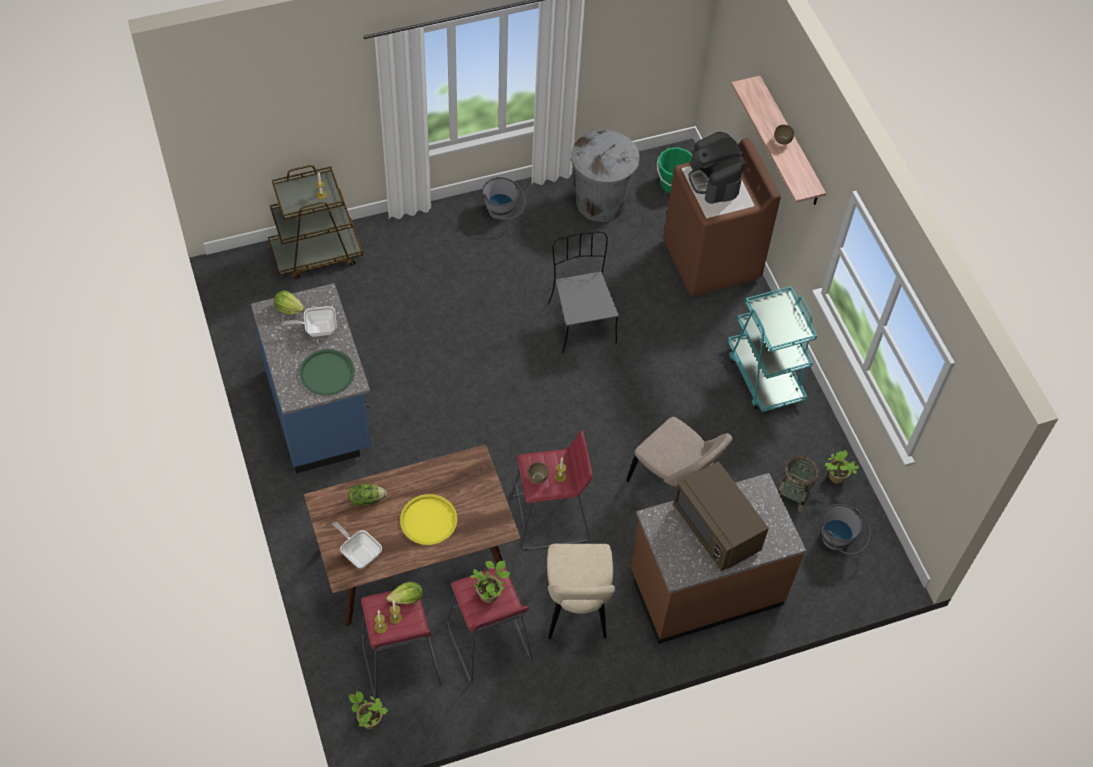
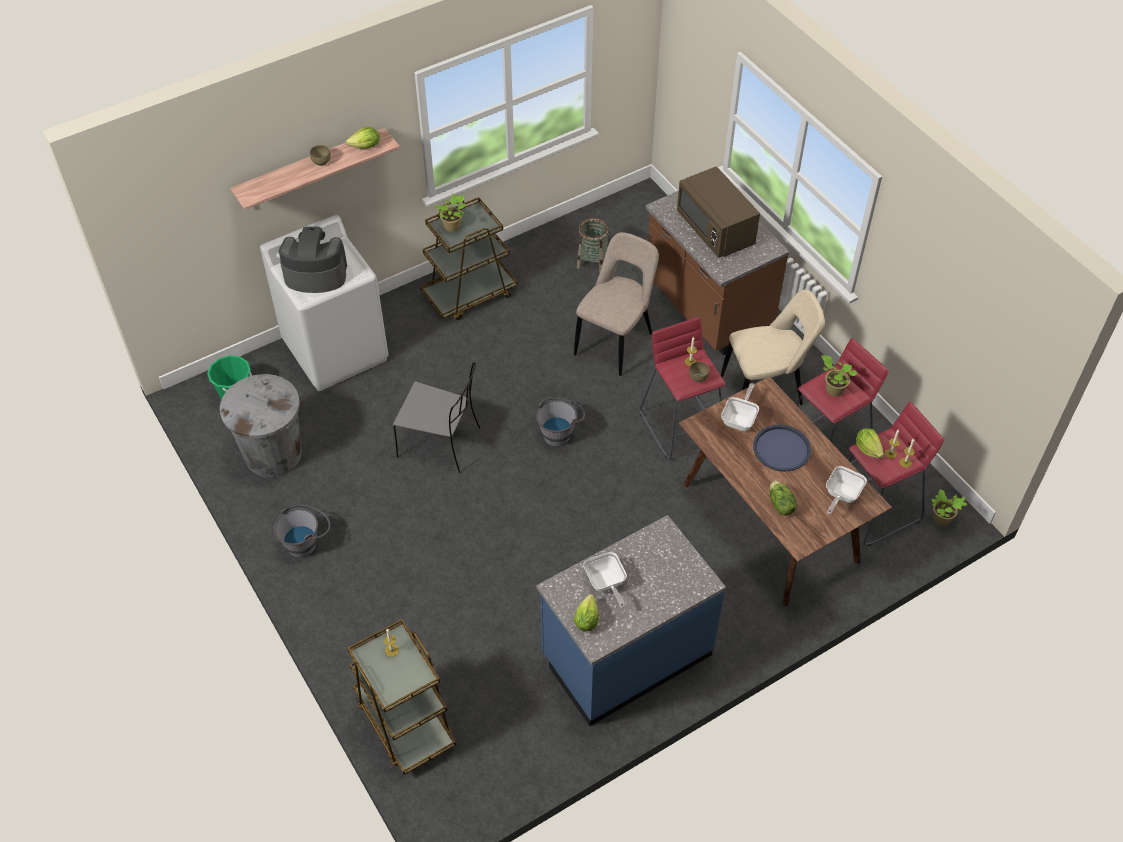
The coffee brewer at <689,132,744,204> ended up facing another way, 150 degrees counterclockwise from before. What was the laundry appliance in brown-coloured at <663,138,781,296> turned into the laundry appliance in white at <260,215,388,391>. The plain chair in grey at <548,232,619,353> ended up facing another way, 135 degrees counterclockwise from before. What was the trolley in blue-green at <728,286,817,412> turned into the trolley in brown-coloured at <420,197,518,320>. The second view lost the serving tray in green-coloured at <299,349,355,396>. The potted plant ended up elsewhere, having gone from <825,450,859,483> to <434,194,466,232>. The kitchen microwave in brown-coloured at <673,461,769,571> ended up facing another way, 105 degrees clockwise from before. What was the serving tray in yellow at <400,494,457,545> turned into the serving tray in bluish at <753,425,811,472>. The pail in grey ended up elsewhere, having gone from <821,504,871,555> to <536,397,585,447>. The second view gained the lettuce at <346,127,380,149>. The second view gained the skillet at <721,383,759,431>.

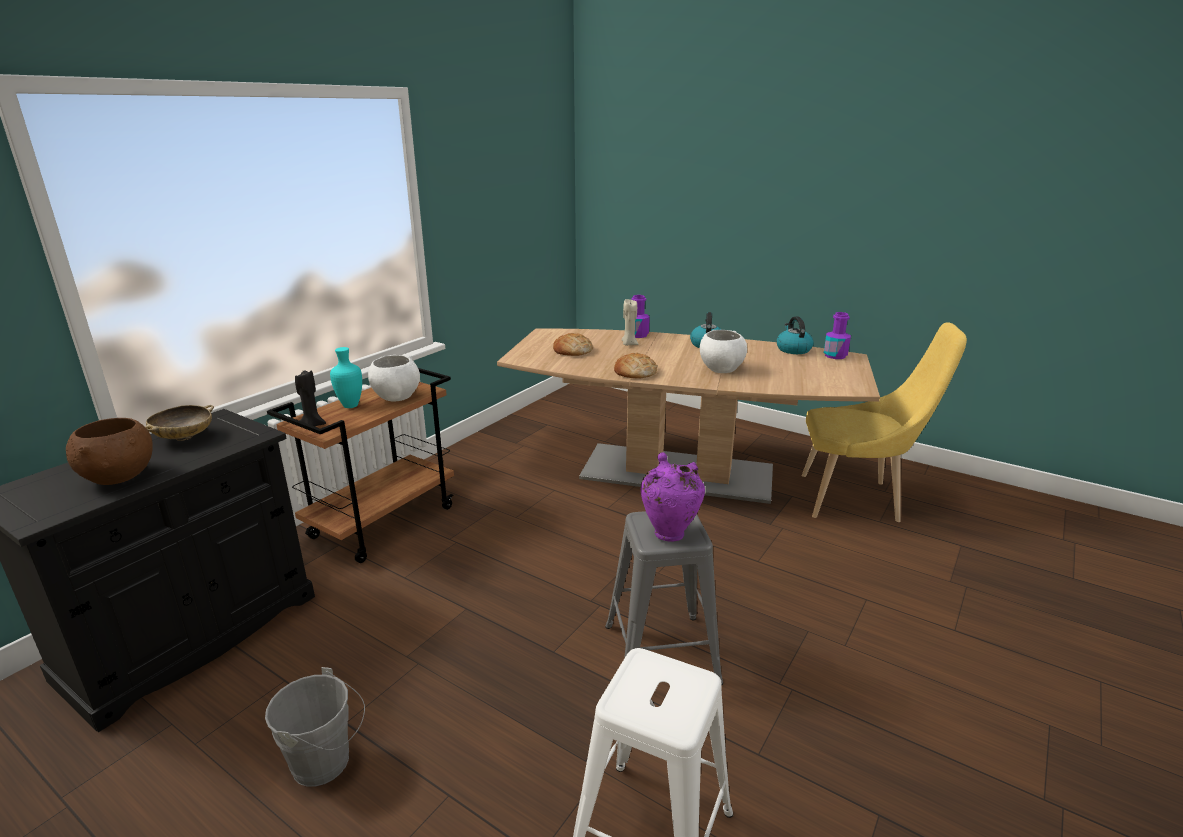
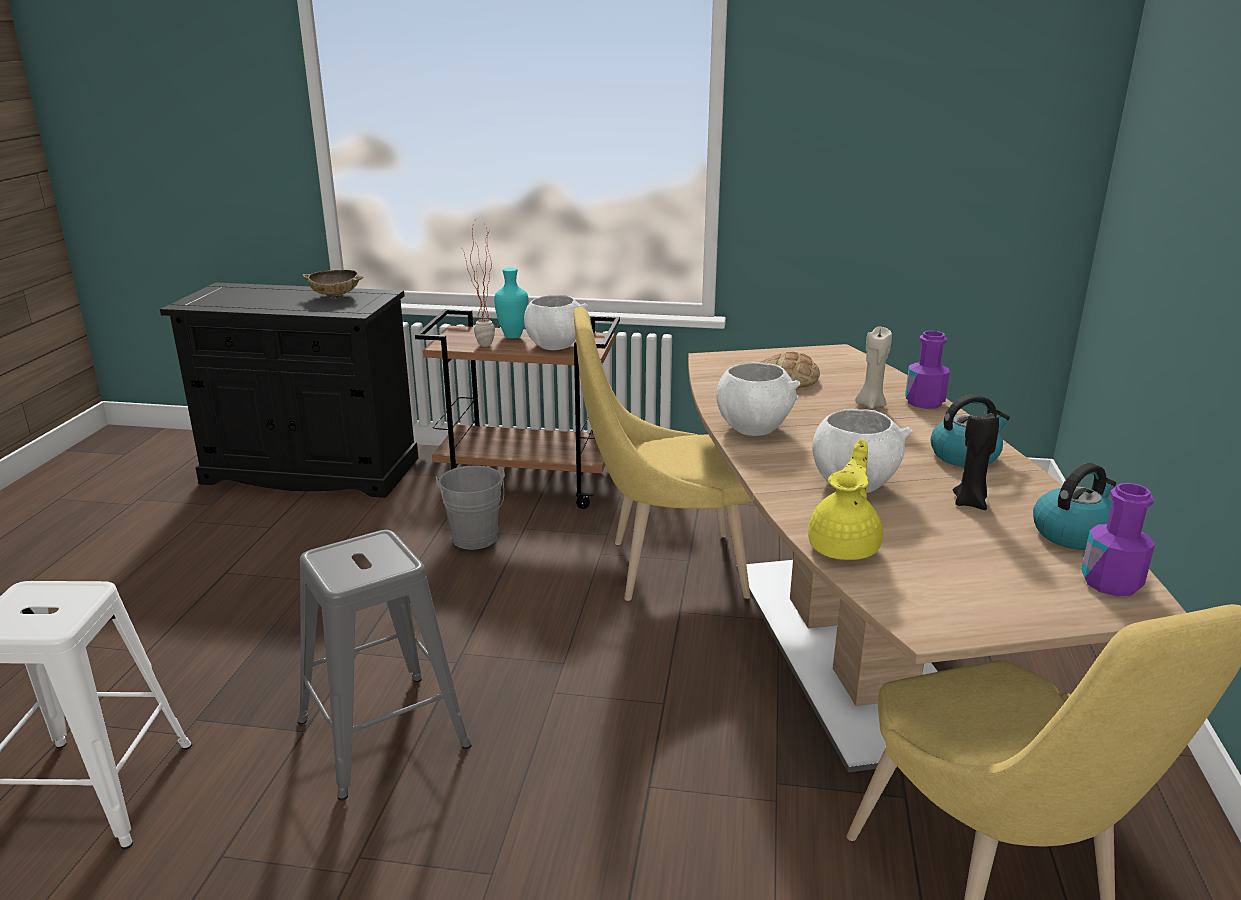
Where the bakery bread stood at <614,353,657,379>, the serving bowl in white came to stand at <716,362,800,436>. The wax candle in black ended up elsewhere, having gone from <295,370,326,426> to <953,412,999,510>. The second view lost the serving bowl in brown-coloured at <66,418,153,485>. The second view lost the decorative vase in purple-coloured at <641,452,705,542>. The pail in grey ended up elsewhere, having gone from <265,667,365,787> to <436,465,505,550>. The second view gained the potted plant at <461,221,495,347>. The second view gained the plain chair in yellow at <573,307,752,601>. The second view gained the pot for tea in yellow at <808,439,883,560>.

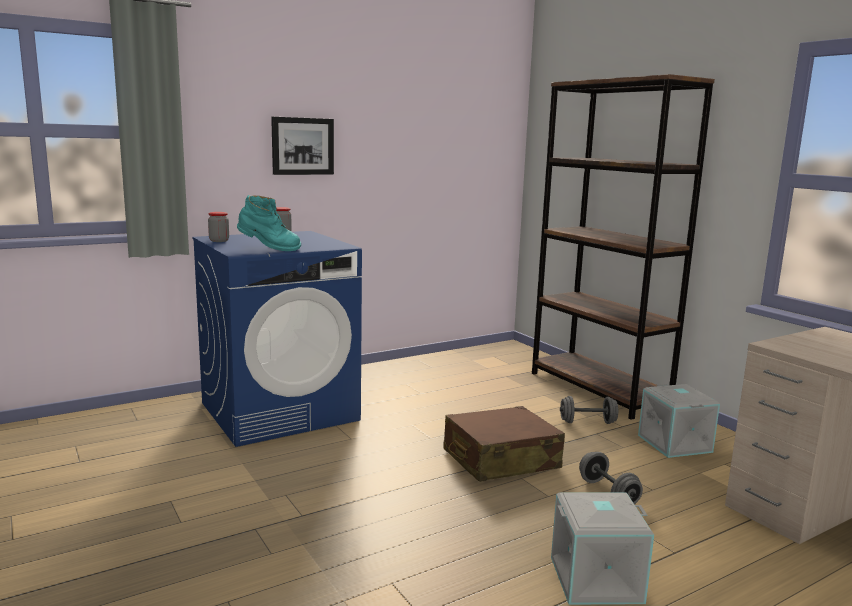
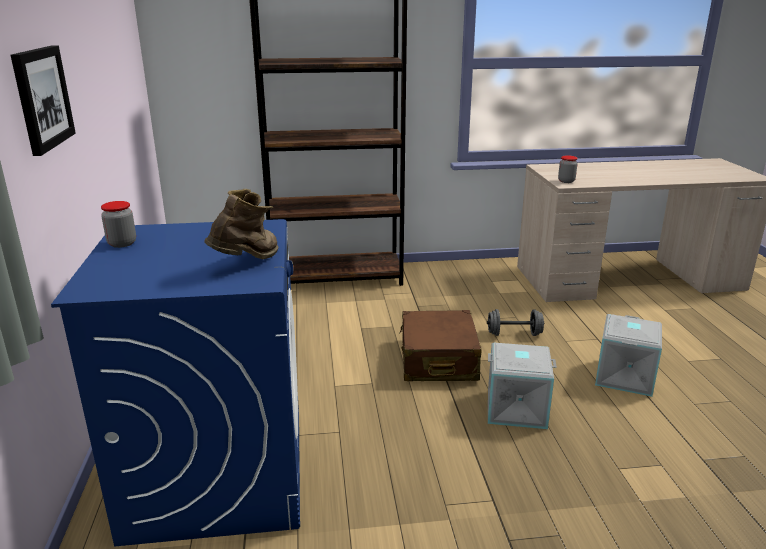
What was the tall boot in blue-green at <237,195,301,251> turned into the tall boot in brown-coloured at <204,189,278,259>. The preserve jar ended up elsewhere, having gone from <208,212,229,242> to <558,155,578,183>. The storage box in grey ended up elsewhere, having gone from <638,384,720,458> to <488,343,557,429>. The second view lost the free weight in grey at <560,396,618,424>.

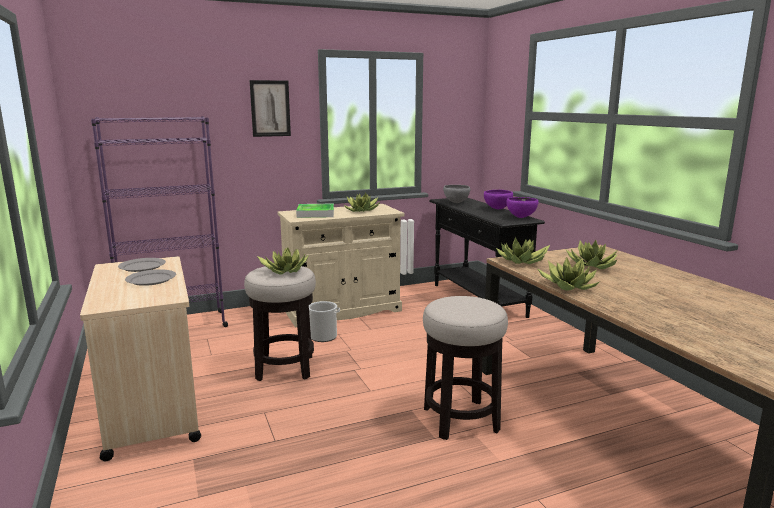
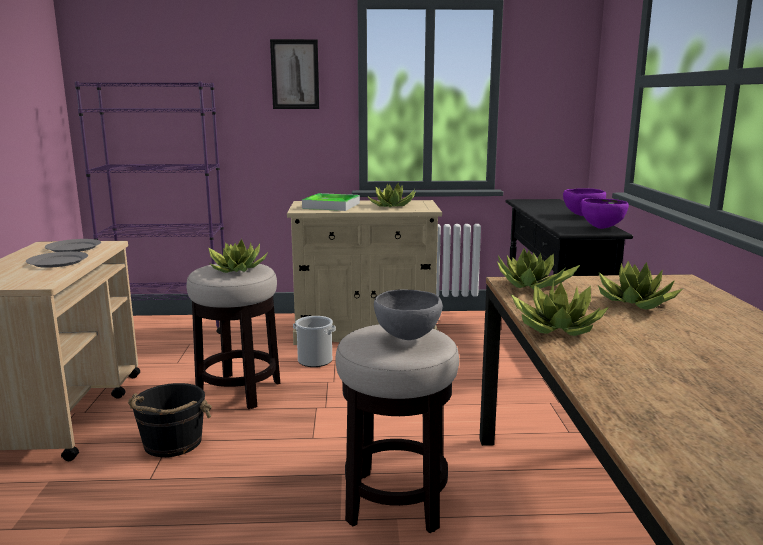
The serving bowl in grey ended up elsewhere, having gone from <443,185,470,203> to <374,289,443,340>. The second view gained the pail in black at <128,383,212,457>.

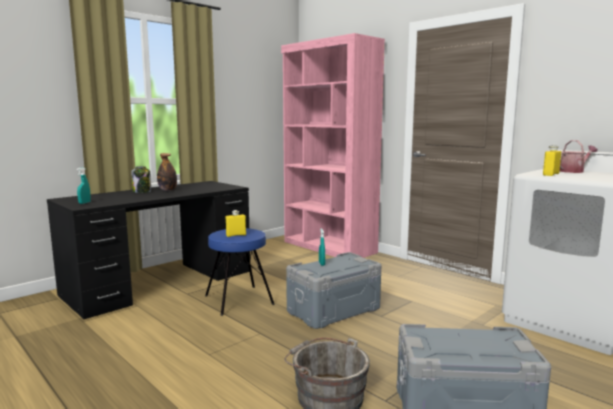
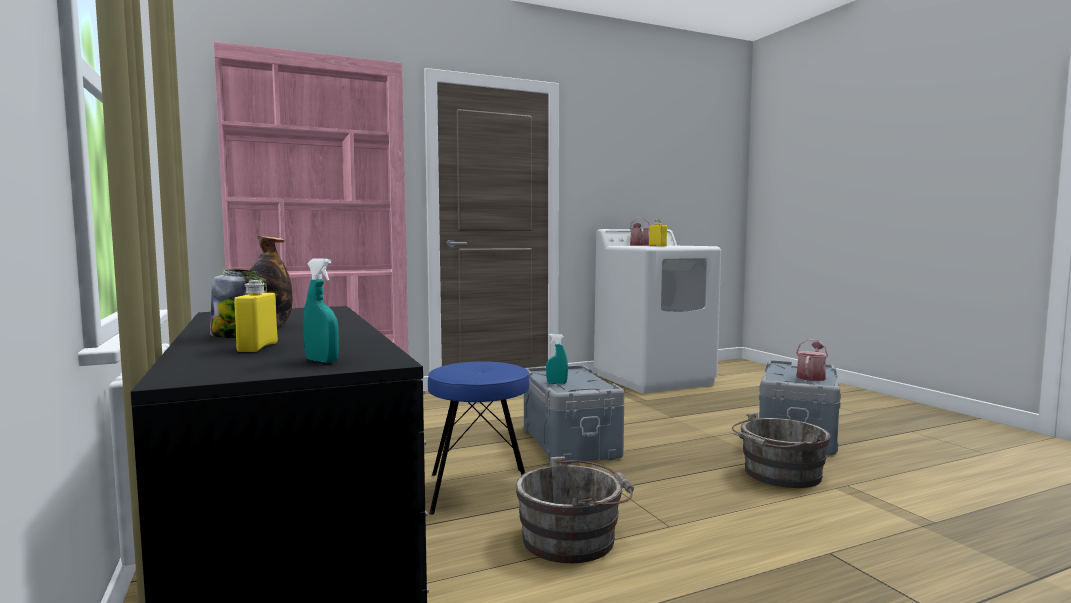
The beverage bottle in yellow ended up elsewhere, having gone from <226,210,246,237> to <234,280,278,352>. The second view gained the watering pot at <796,339,828,381>. The second view gained the pail in grey at <516,456,634,563>.

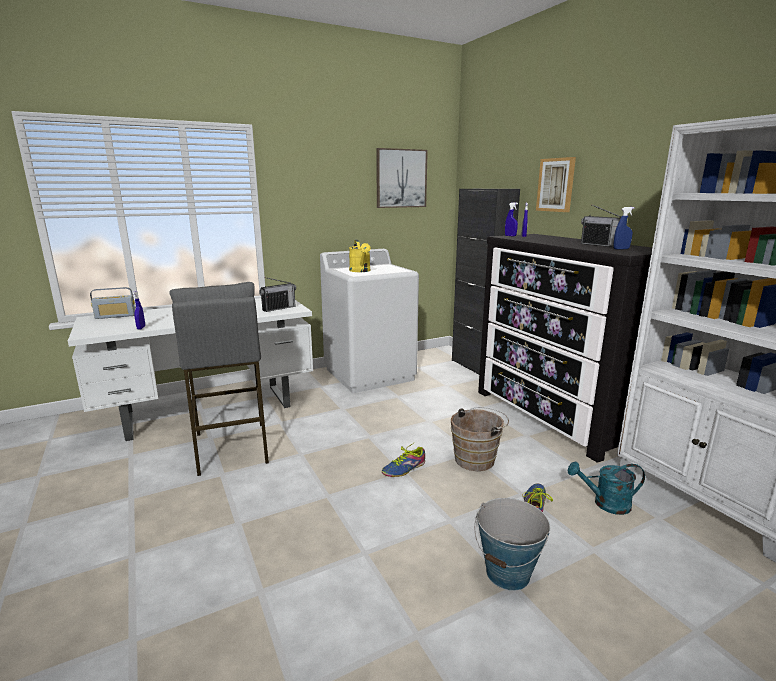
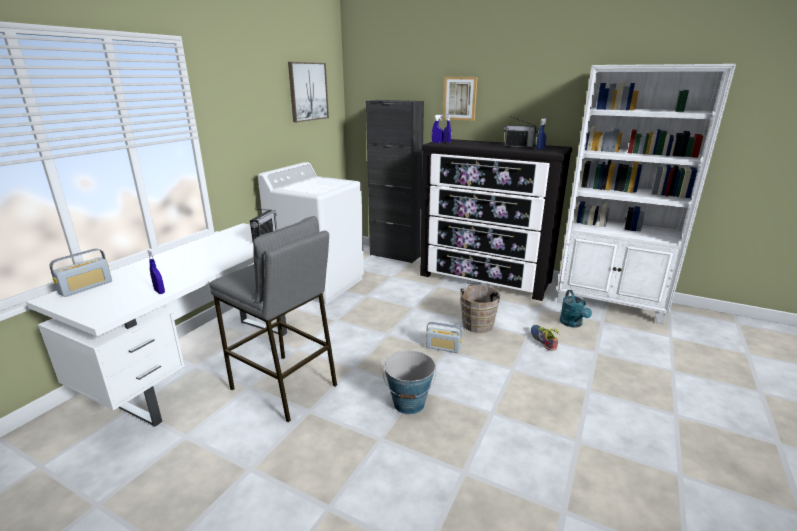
The second view lost the watering pot in yellow at <349,240,370,272>. Where the low shoe stood at <382,442,425,477>, the radio set came to stand at <426,322,462,353>. The watering pot in blue-green at <568,461,645,515> ended up facing another way, 60 degrees counterclockwise from before. The pail ended up elsewhere, having gone from <474,498,550,591> to <383,351,436,415>.

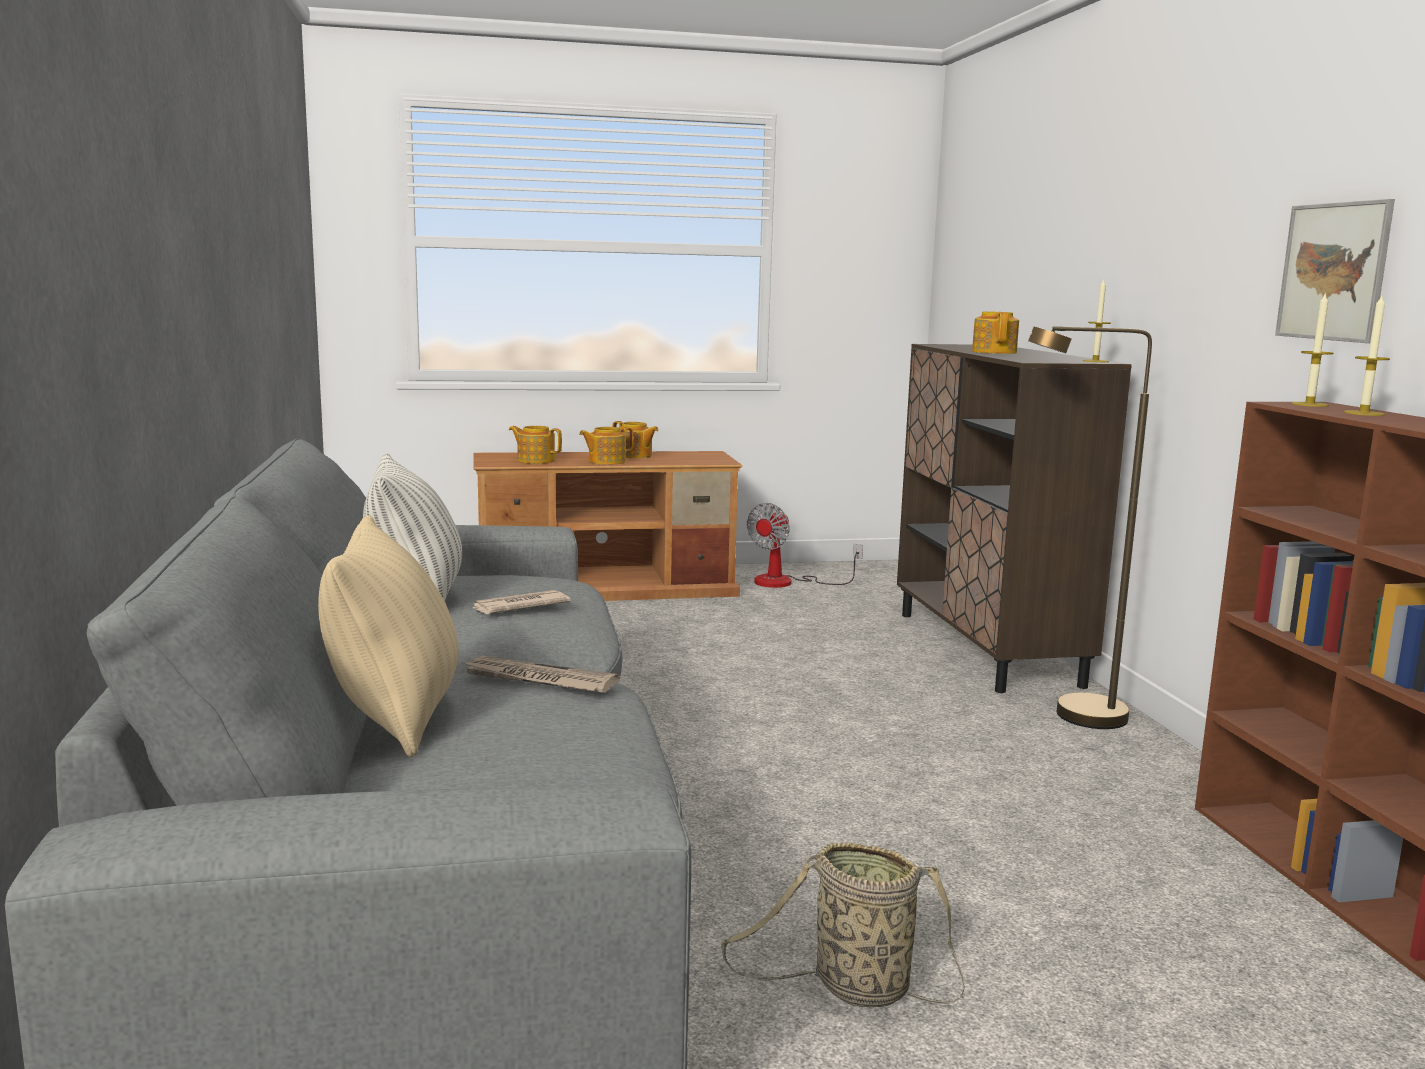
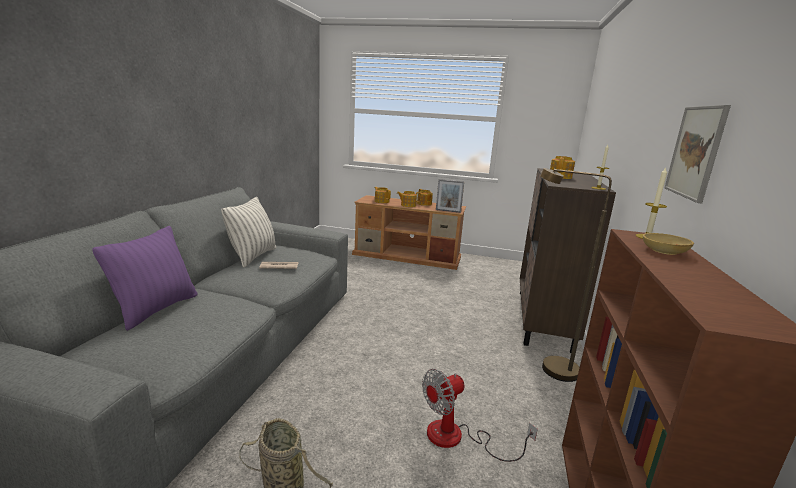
Where the wax candle stood at <1344,296,1390,416>, the serving bowl in sand-coloured came to stand at <643,233,694,255>. The electric fan ended up elsewhere, having gone from <747,503,863,588> to <422,369,538,462>. What was the pillow in sand-coloured at <318,515,458,758> turned into the pillow in purple-coloured at <92,226,197,331>. The second view lost the daily paper at <462,656,620,693>. The second view gained the picture frame at <436,179,464,213>.

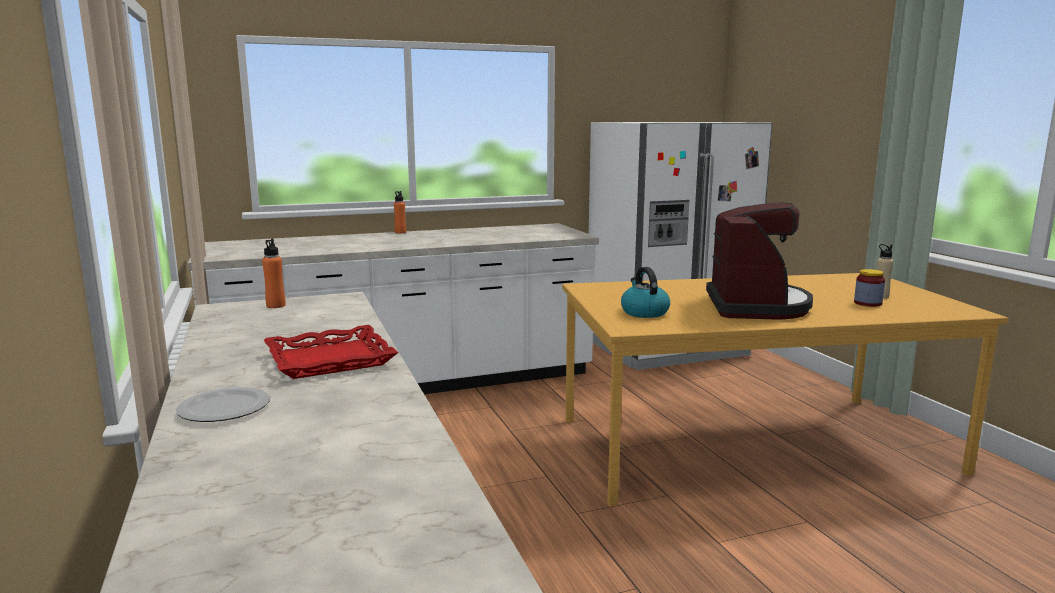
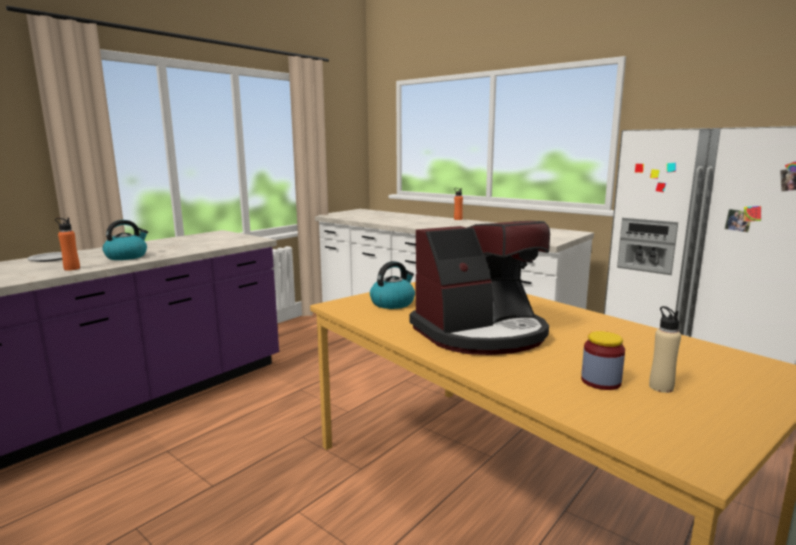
The beverage bottle in orange ended up elsewhere, having gone from <262,238,285,308> to <55,218,80,271>. Where the serving tray in red-coloured stood at <264,325,399,379>, the kettle came to stand at <103,220,148,260>.

